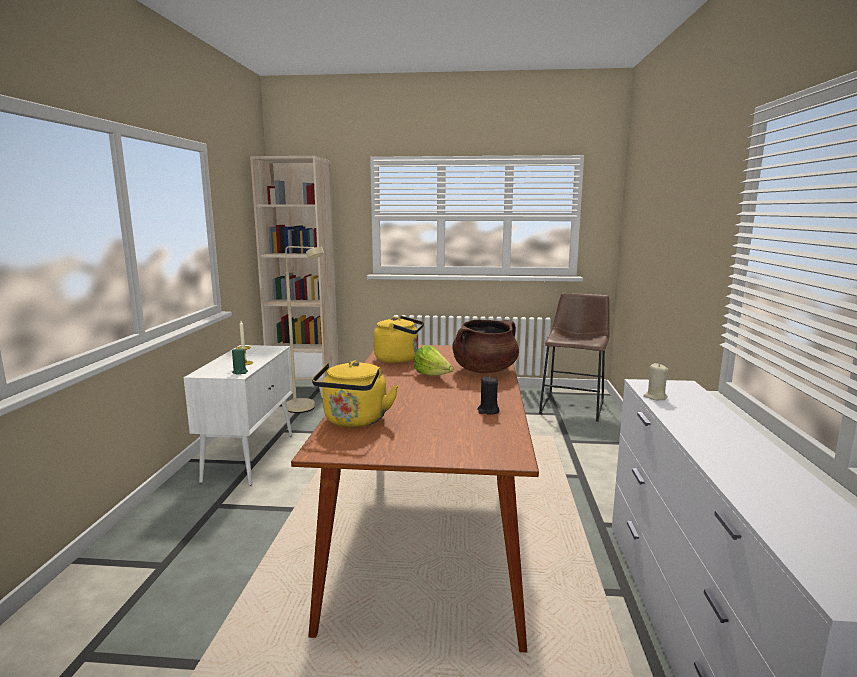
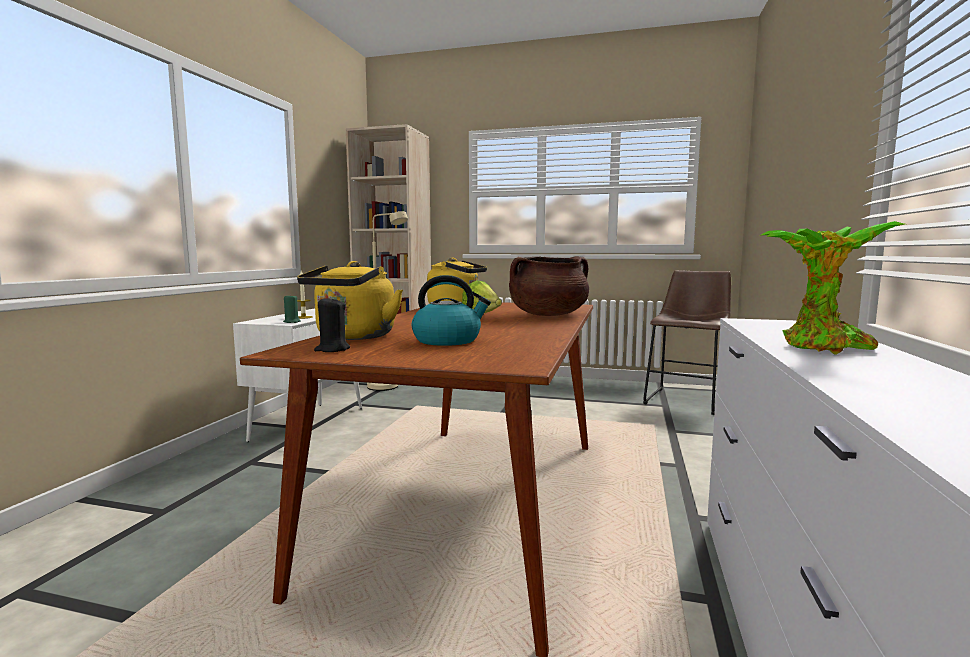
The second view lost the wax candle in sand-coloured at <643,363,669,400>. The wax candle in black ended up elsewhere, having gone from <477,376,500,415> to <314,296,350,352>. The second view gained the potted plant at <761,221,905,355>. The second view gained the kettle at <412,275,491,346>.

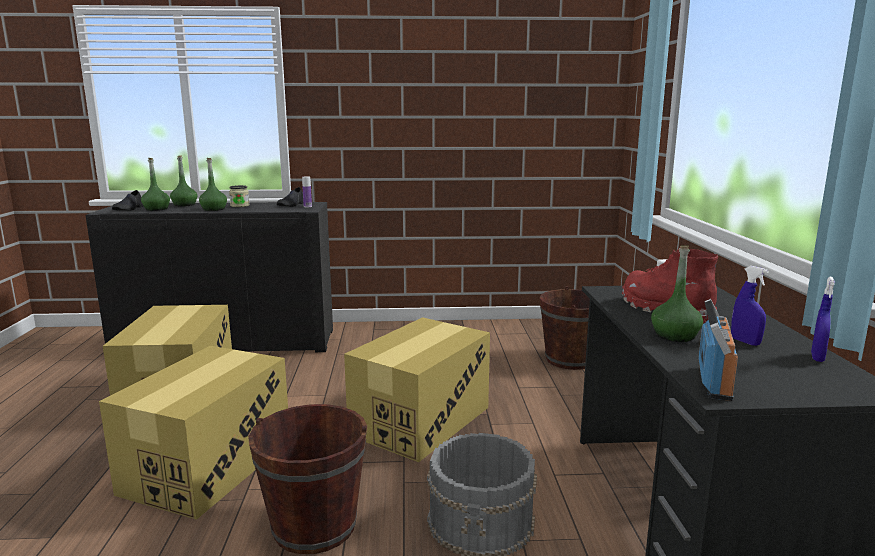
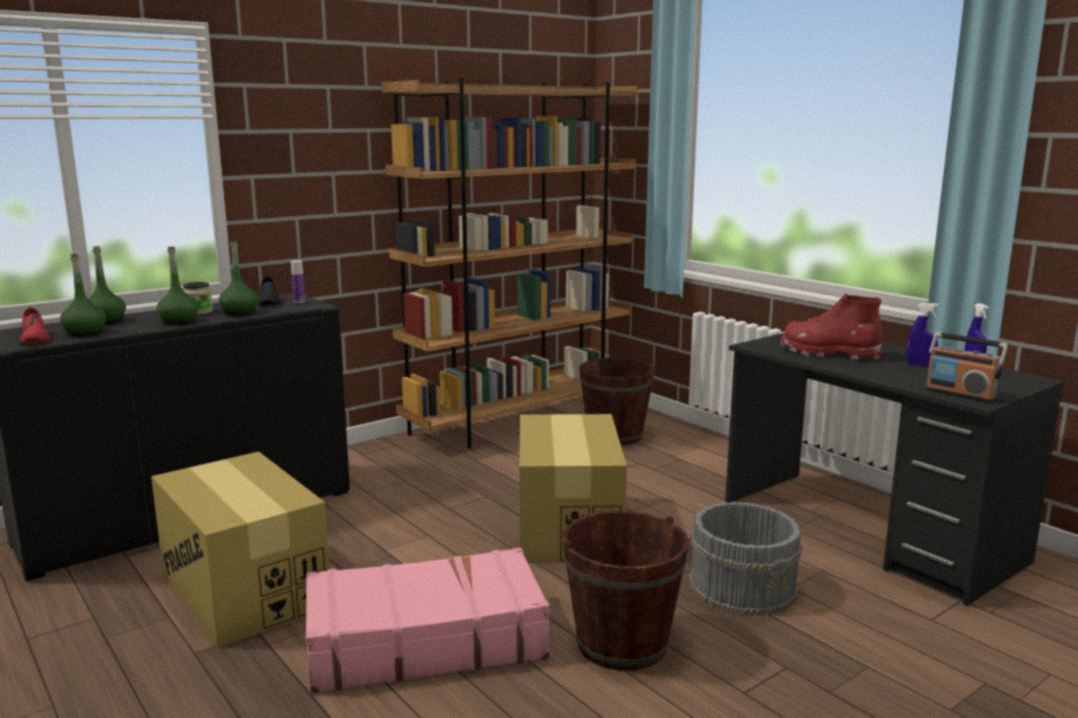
What was the low shoe in black at <112,190,143,211> turned into the low shoe in red-coloured at <20,307,50,343>. The beverage bottle in green-coloured ended up elsewhere, having gone from <651,246,703,342> to <219,241,258,316>. The radio set at <698,299,738,401> ended up facing another way, 150 degrees clockwise from before. Where the packing box stood at <99,346,288,520>, the suitcase in pinkish came to stand at <306,547,550,693>. The second view gained the bookshelf in brown-coloured at <382,78,638,449>.

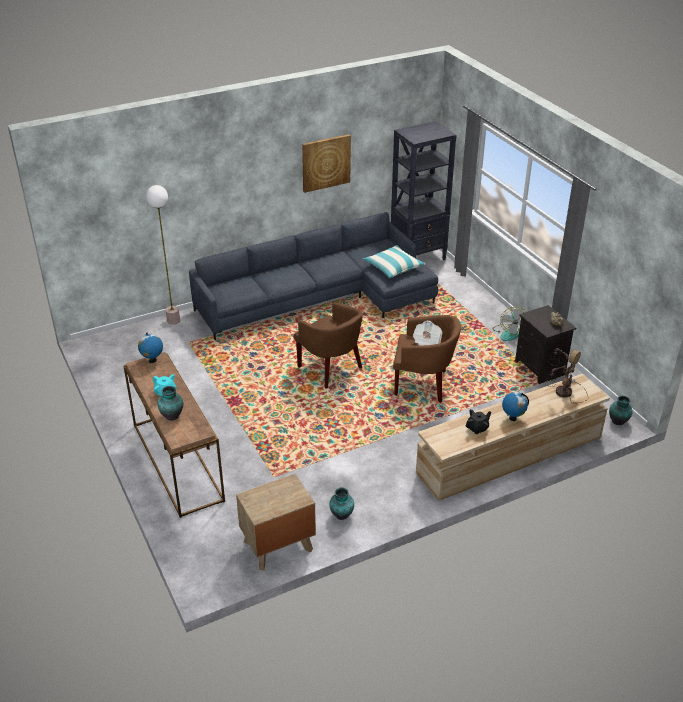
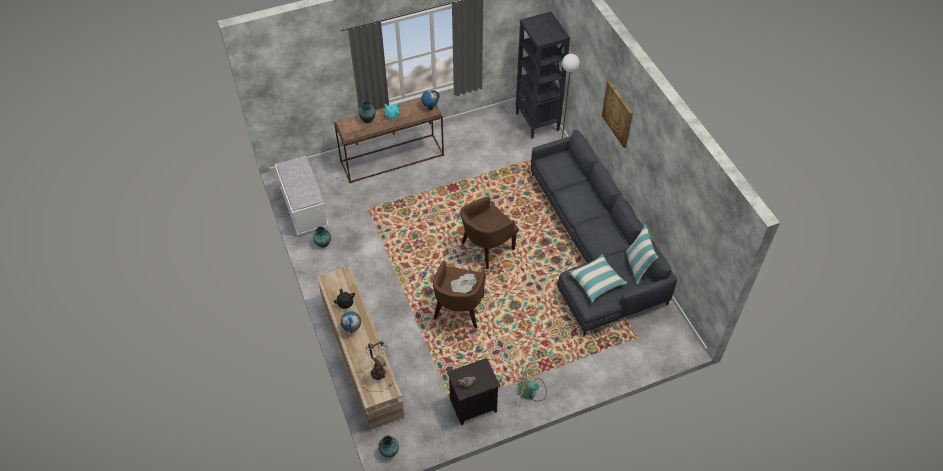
The bookshelf in black ended up elsewhere, having gone from <391,121,457,261> to <515,12,570,139>. The wall art ended up elsewhere, having gone from <302,134,351,193> to <602,80,633,148>. Where the nightstand in brown-coloured stood at <236,474,316,570>, the bench in white came to stand at <275,156,329,235>. The second view gained the pillow at <626,224,658,285>.

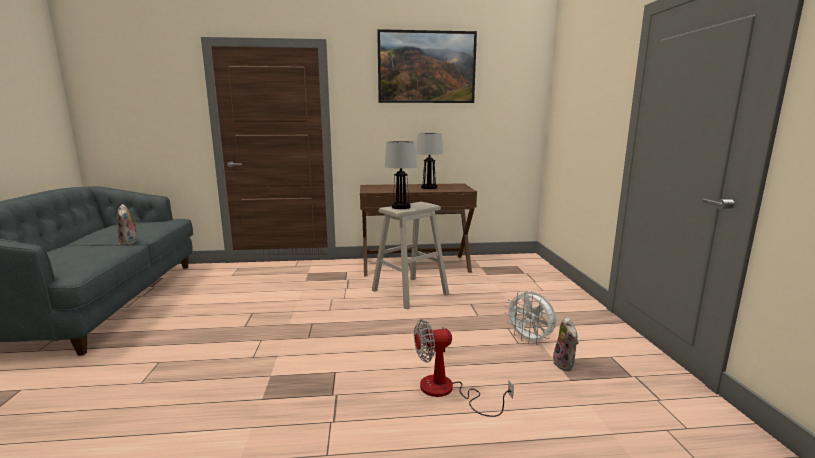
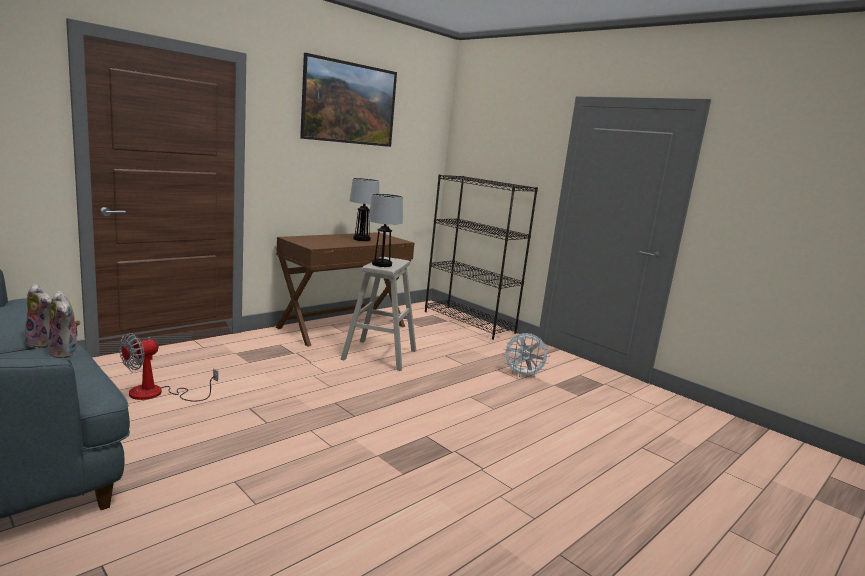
The soft toy ended up elsewhere, having gone from <553,316,579,371> to <48,291,81,358>. The electric fan ended up elsewhere, having gone from <414,319,514,417> to <119,333,218,401>. The second view gained the bookshelf in black at <425,175,538,340>.

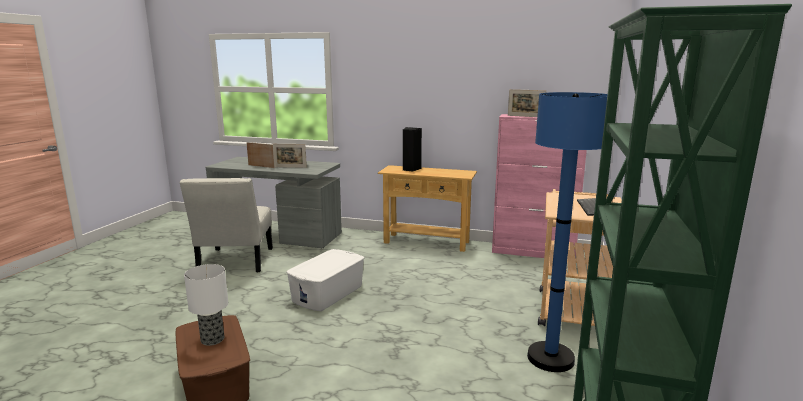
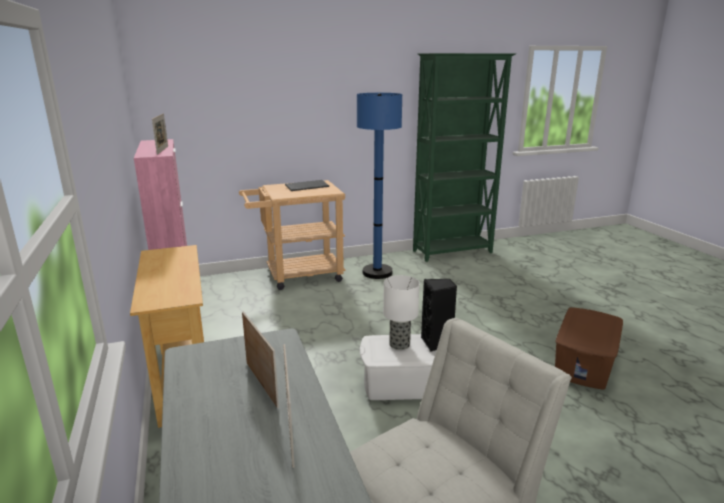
The loudspeaker in black ended up elsewhere, having gone from <403,127,422,171> to <421,279,457,352>. The tabletop lamp ended up elsewhere, having gone from <184,264,228,346> to <383,275,420,350>.

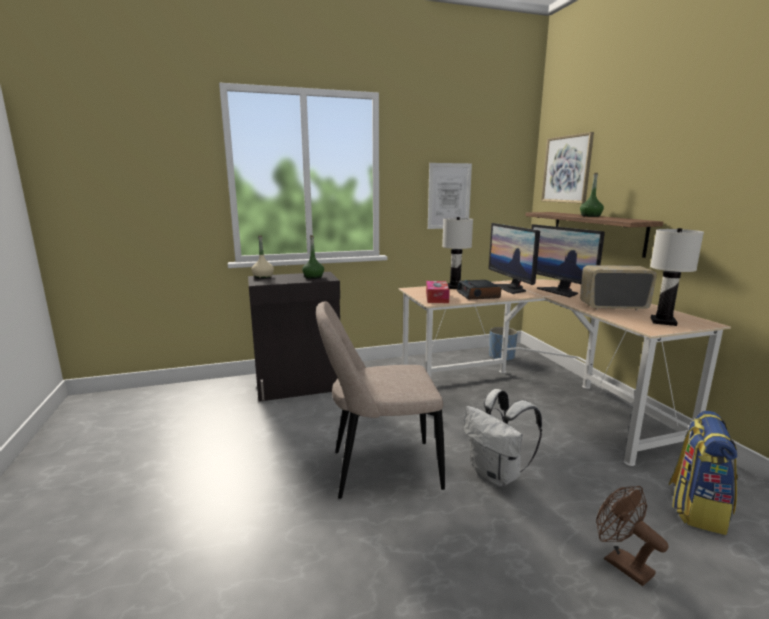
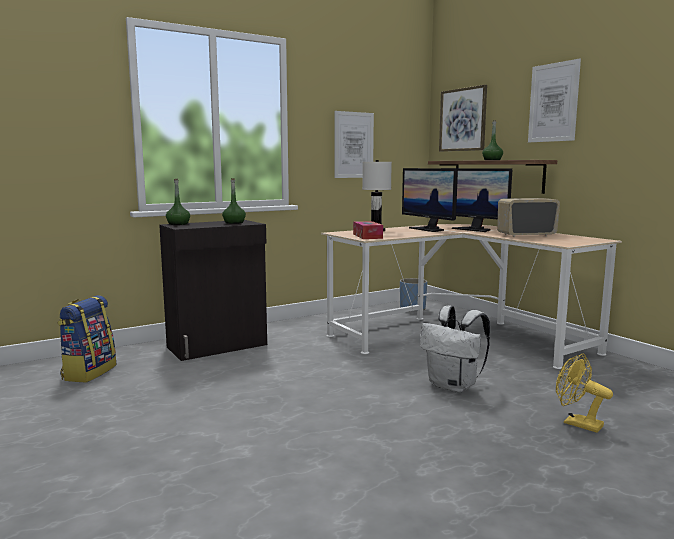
The second view lost the tabletop lamp in white at <650,228,704,326>. What was the beverage bottle in sand-coloured at <251,235,274,279> turned into the beverage bottle in green-coloured at <166,178,190,225>. The second view lost the bedside clock at <457,280,501,300>. The second view lost the plain chair in sand-coloured at <316,301,445,499>. The knapsack ended up elsewhere, having gone from <668,411,738,535> to <58,295,116,382>. What was the electric fan in brown-coloured at <596,486,668,586> turned into the electric fan in yellow at <556,353,613,433>. The second view gained the wall art at <528,58,581,142>.

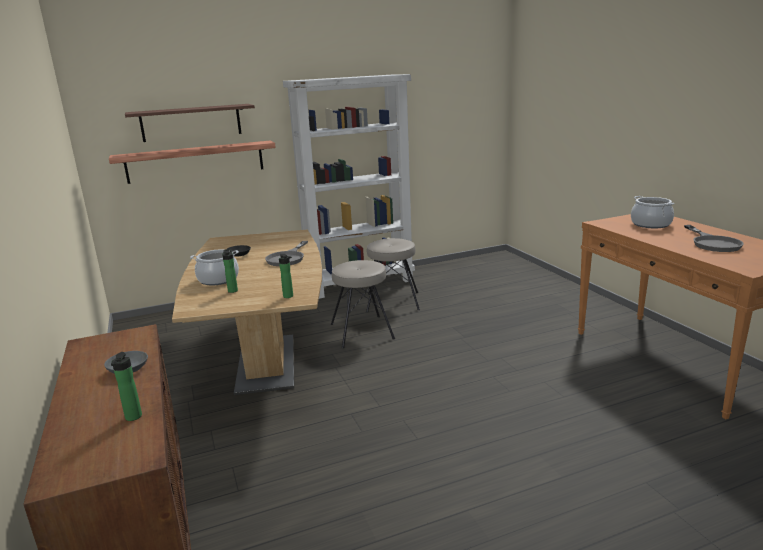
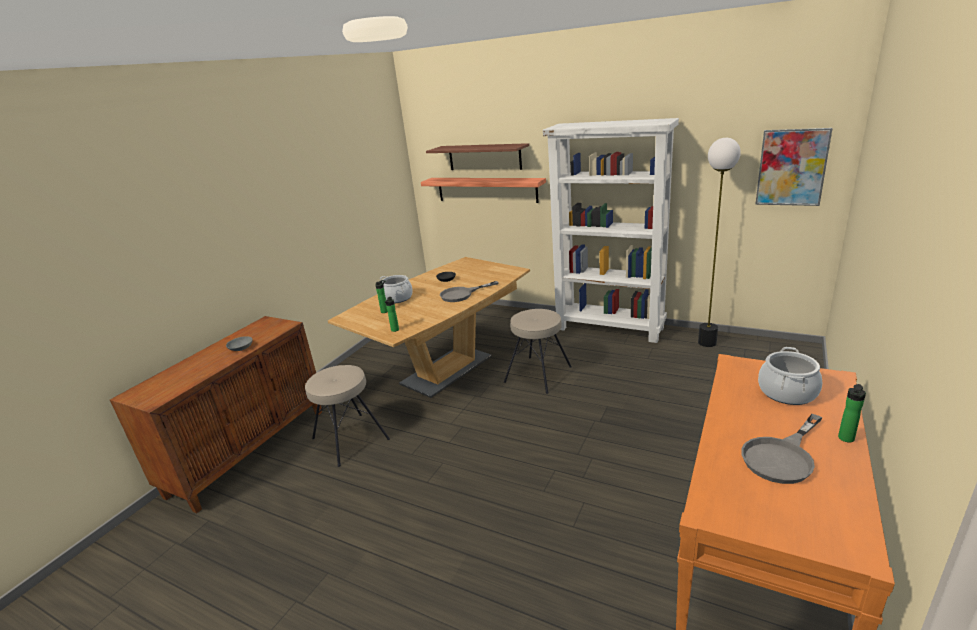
The sitting stool in sand-coloured ended up elsewhere, having gone from <366,238,420,312> to <305,365,390,467>. The beverage bottle ended up elsewhere, having gone from <111,352,142,421> to <838,384,866,442>. The second view gained the wall art at <755,128,833,206>. The second view gained the floor lamp at <698,138,741,347>.

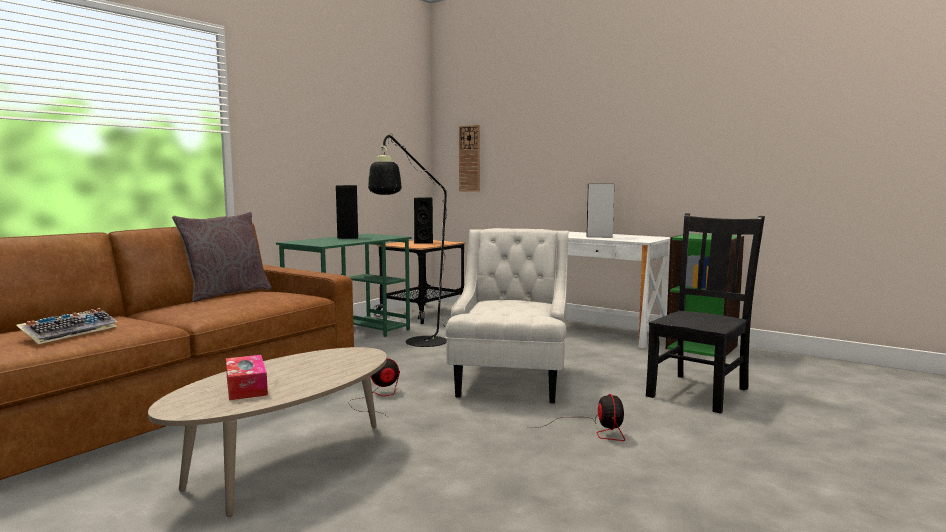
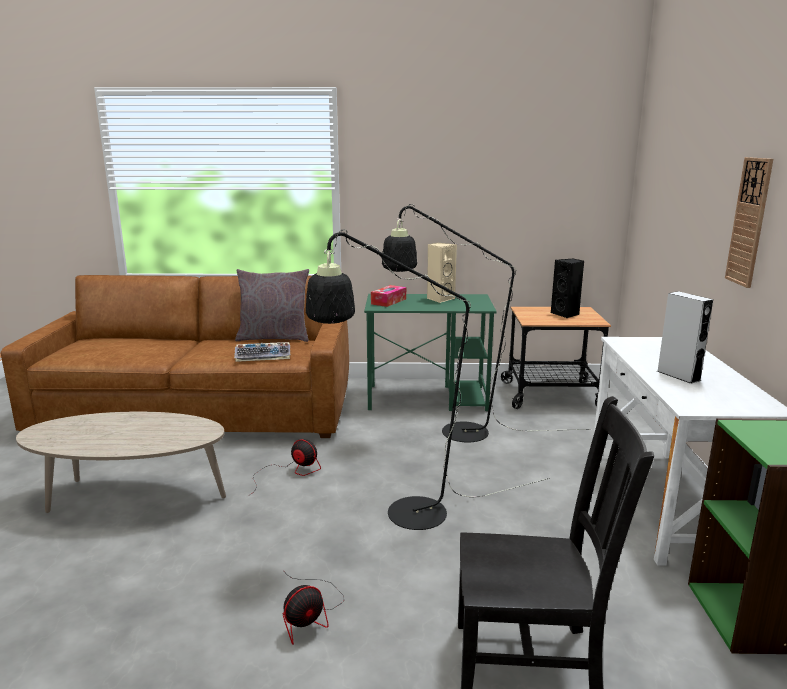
The clock on the wall ended up elsewhere, having gone from <459,125,480,192> to <725,157,773,288>. What was the loudspeaker in black at <336,185,358,239> turned into the loudspeaker in sand-coloured at <427,243,457,303>. Where the easy chair in white stood at <445,228,569,403>, the floor lamp in black came to stand at <306,229,550,530>. The computer keyboard ended up elsewhere, having gone from <16,308,117,344> to <234,342,290,362>. The tissue box ended up elsewhere, having gone from <226,355,268,400> to <371,285,406,307>.

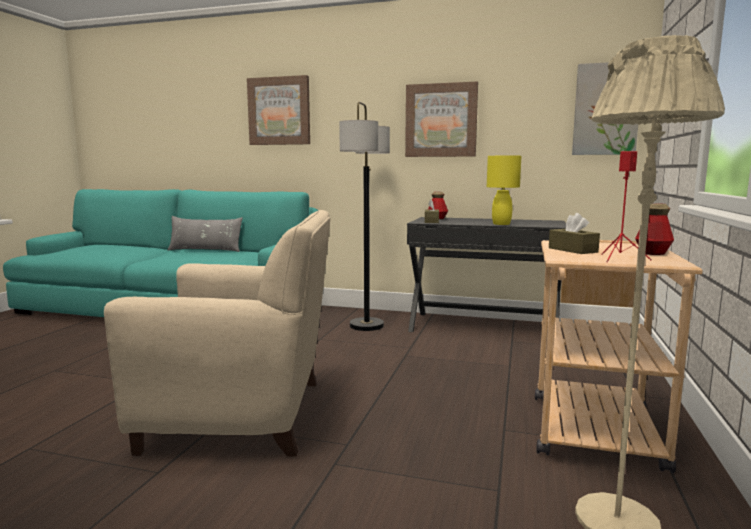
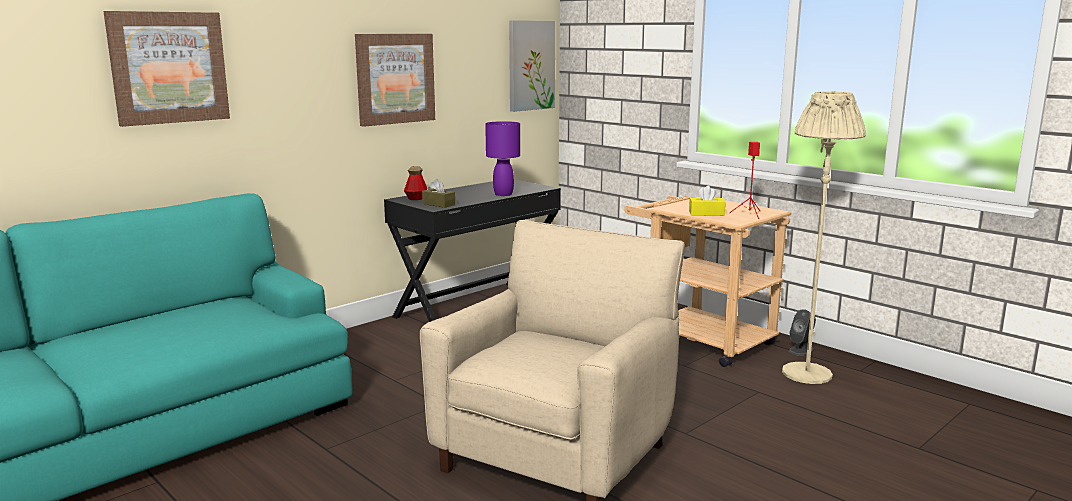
The second view lost the floor lamp at <339,101,390,331>. What was the tabletop lamp in yellow at <487,155,521,225> turned into the tabletop lamp in purple-coloured at <485,121,520,196>. The second view lost the beverage bottle at <635,203,674,255>. What was the tissue box in brown-coloured at <549,213,600,254> turned into the tissue box in yellow at <689,186,725,216>. The second view lost the pillow in grey at <168,216,243,252>. The second view gained the loudspeaker in grey at <789,309,816,356>.

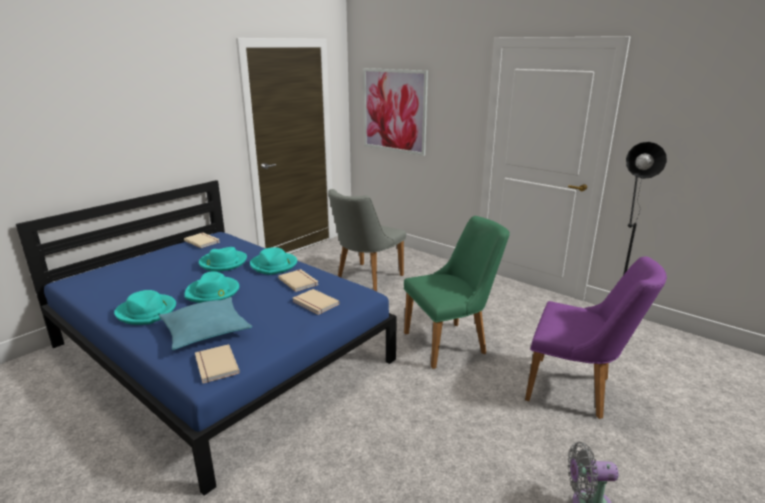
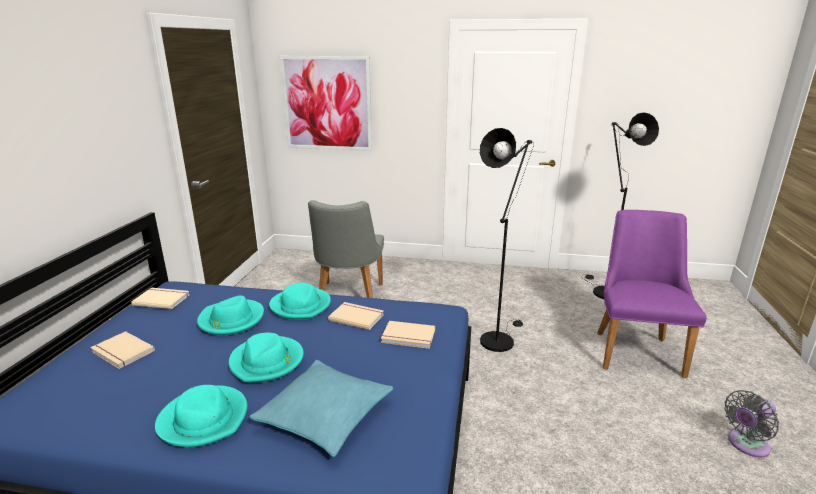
Where the plain chair in green-coloured stood at <403,216,510,369>, the floor lamp in black came to stand at <480,128,534,352>. The plain chair in purple-coloured at <525,256,667,419> ended up facing another way, 75 degrees counterclockwise from before. The bound book in sand-coloured ended up elsewhere, having gone from <195,344,240,383> to <90,331,155,369>.

